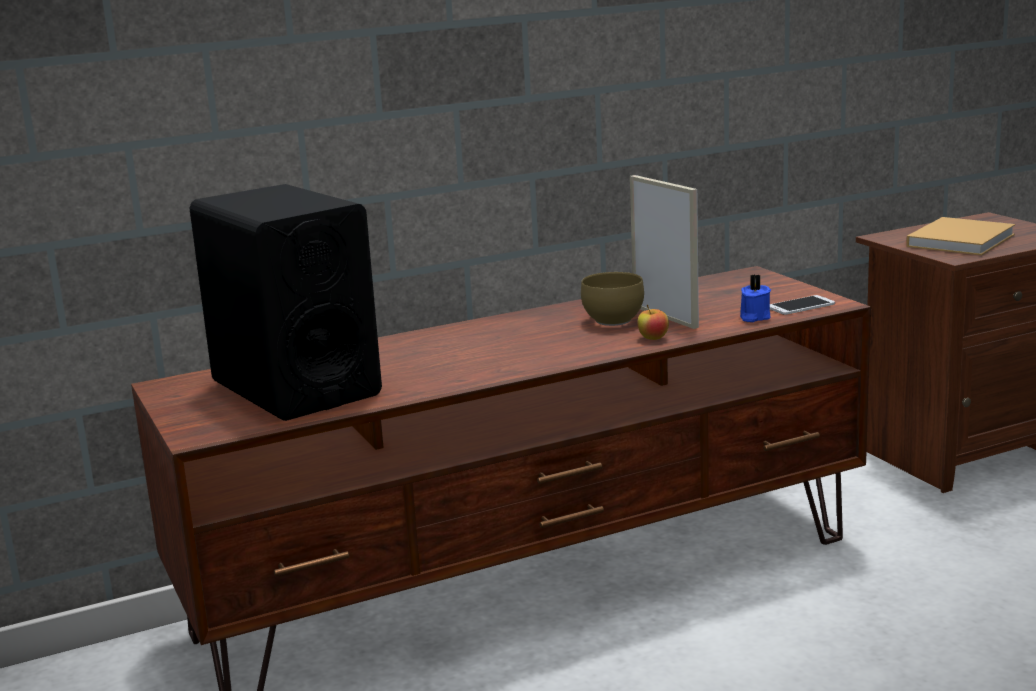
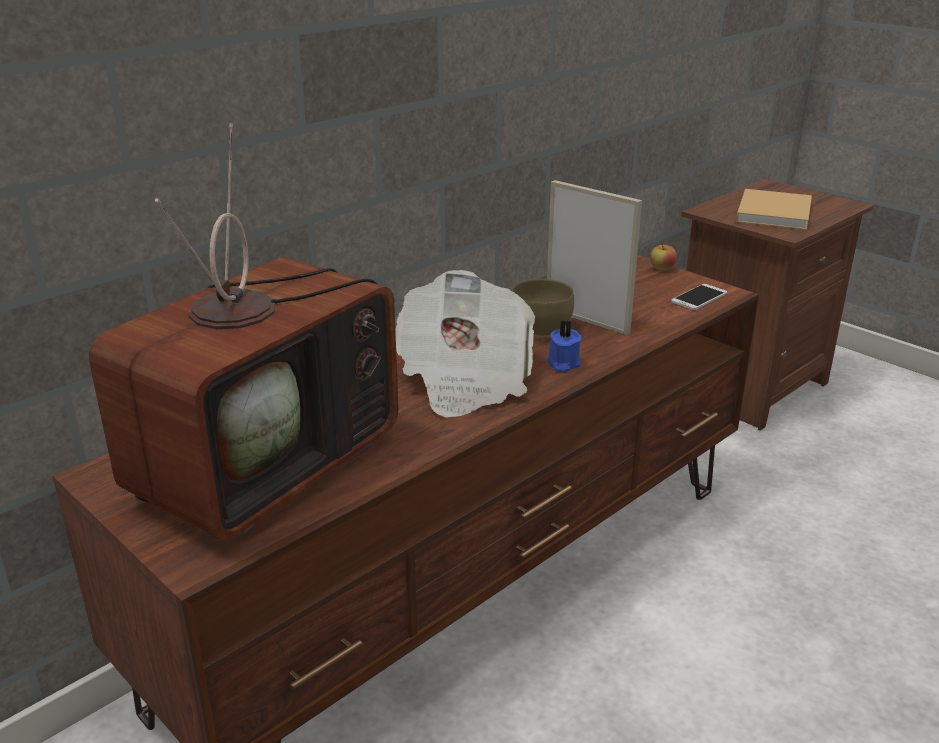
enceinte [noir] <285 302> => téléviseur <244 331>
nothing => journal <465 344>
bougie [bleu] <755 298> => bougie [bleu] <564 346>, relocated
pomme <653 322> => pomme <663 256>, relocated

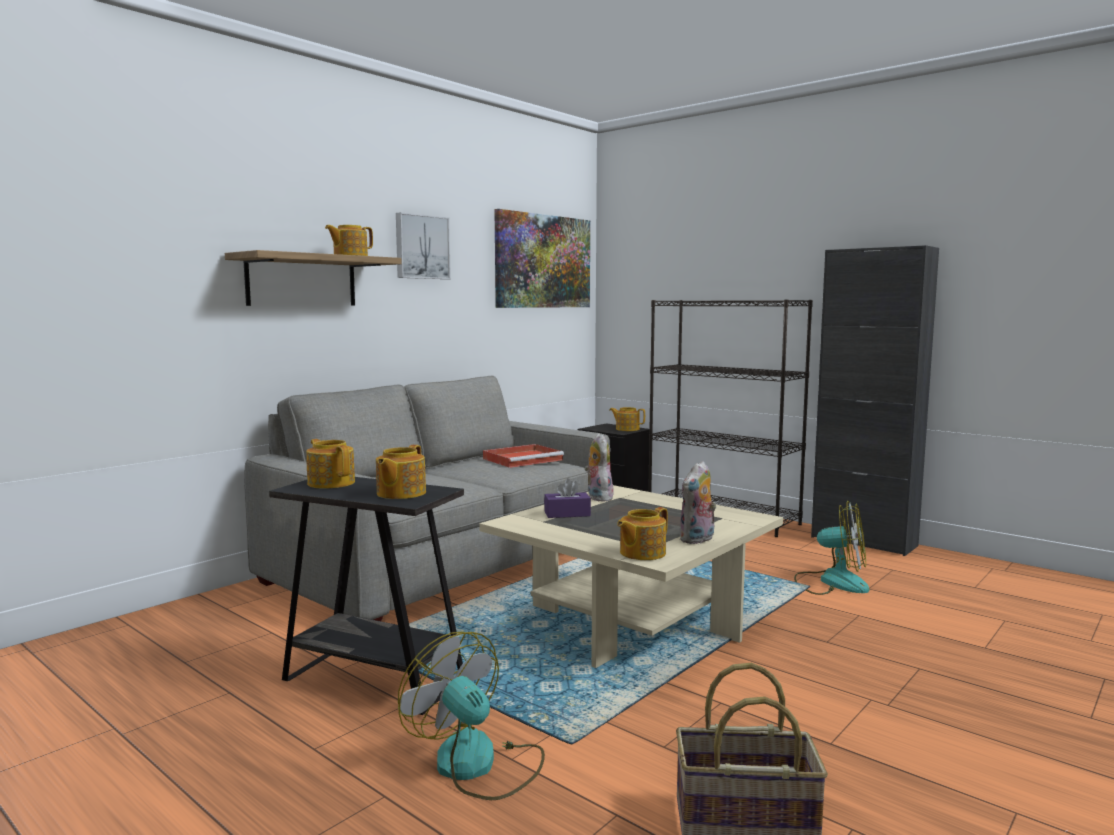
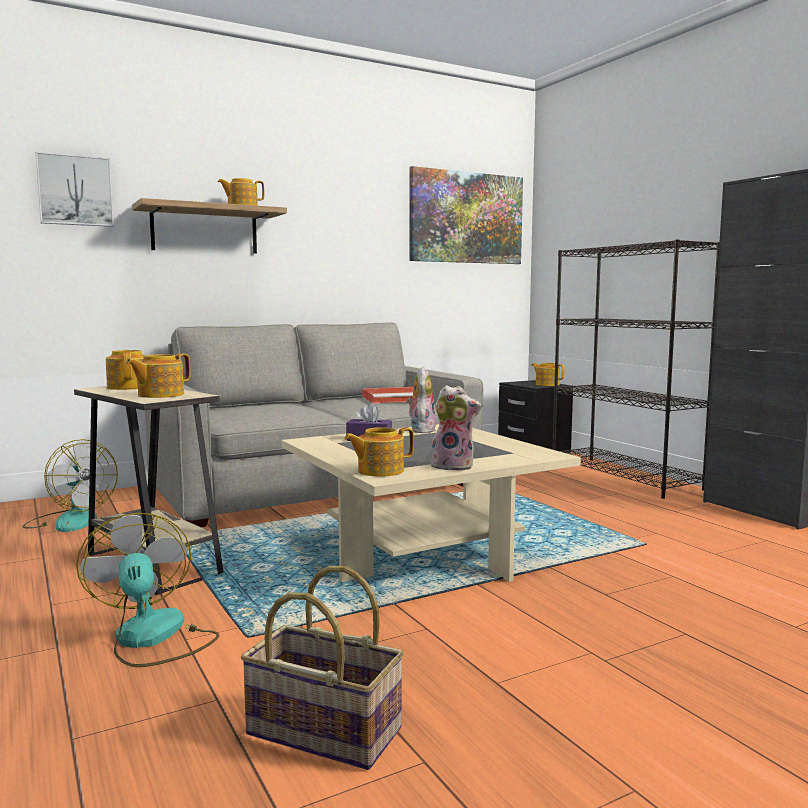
ventilateur <831 547> => ventilateur <70 485>, relocated
tableau <423 245> => tableau <75 189>, relocated
table d'appoint [noir] <366 596> => table d'appoint [beige] <149 490>
peluche <697 502> => peluche <455 428>, 135 degrees counterclockwise

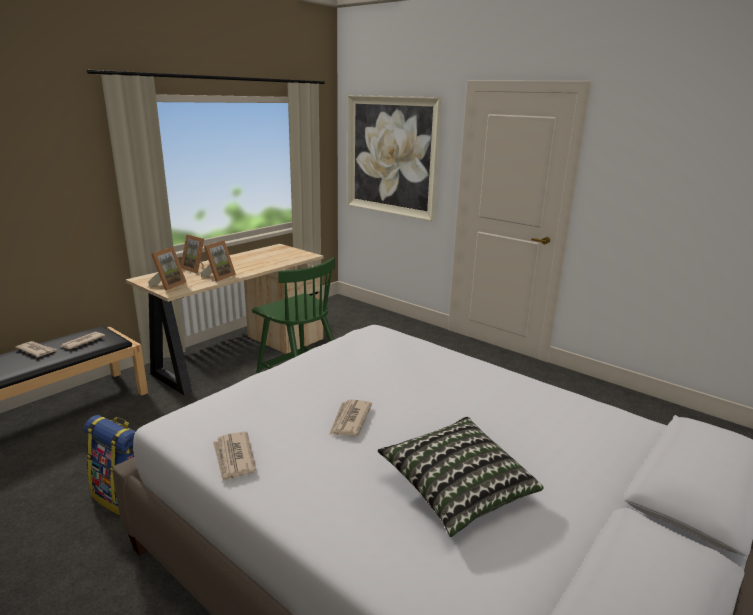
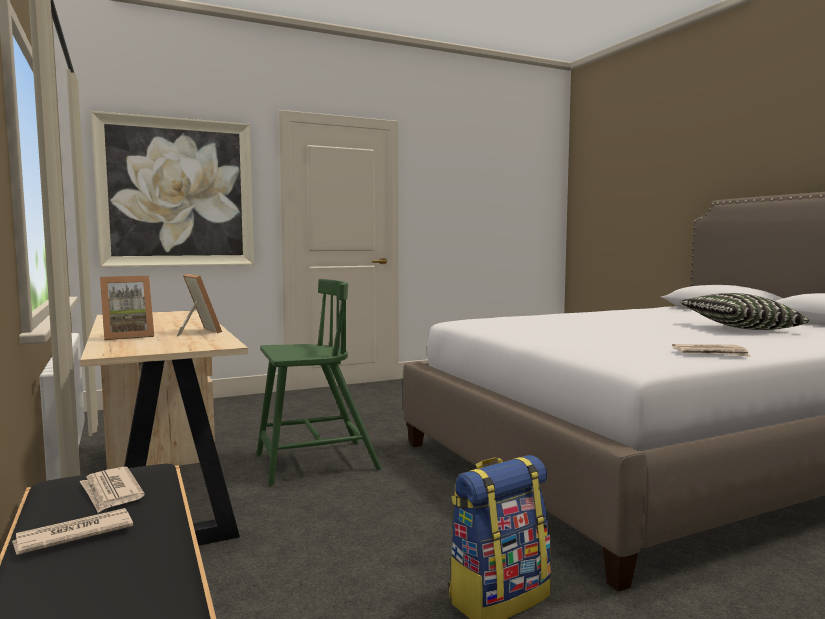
cadre photo <167 269> => nothing
journal <350 418> => nothing

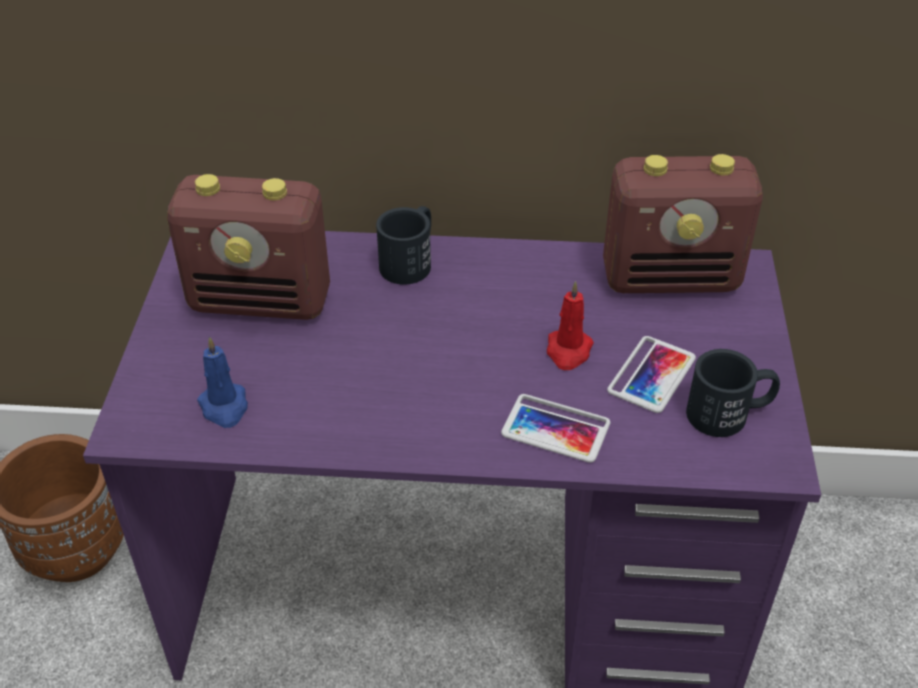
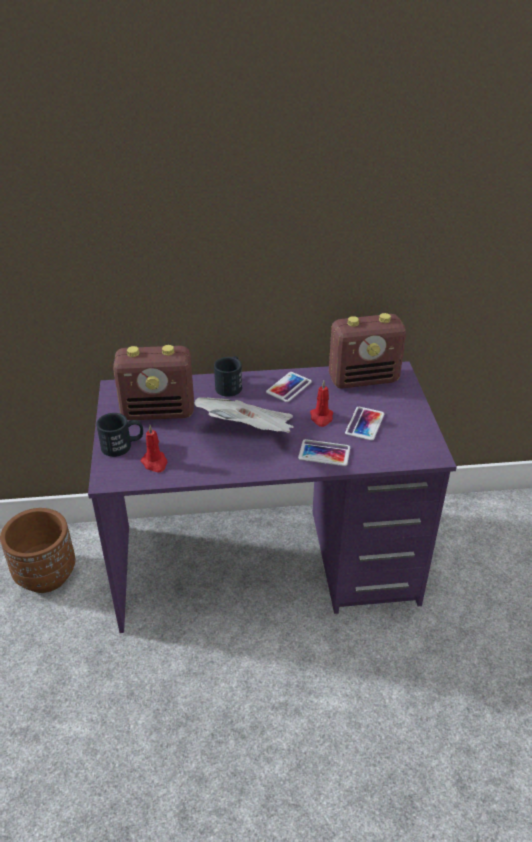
mug [noir] <733 393> => mug [noir] <119 435>, relocated
bougie [bleu] <222 382> => bougie [rouge] <153 449>
nothing => journal <244 415>
nothing => téléphone <289 387>

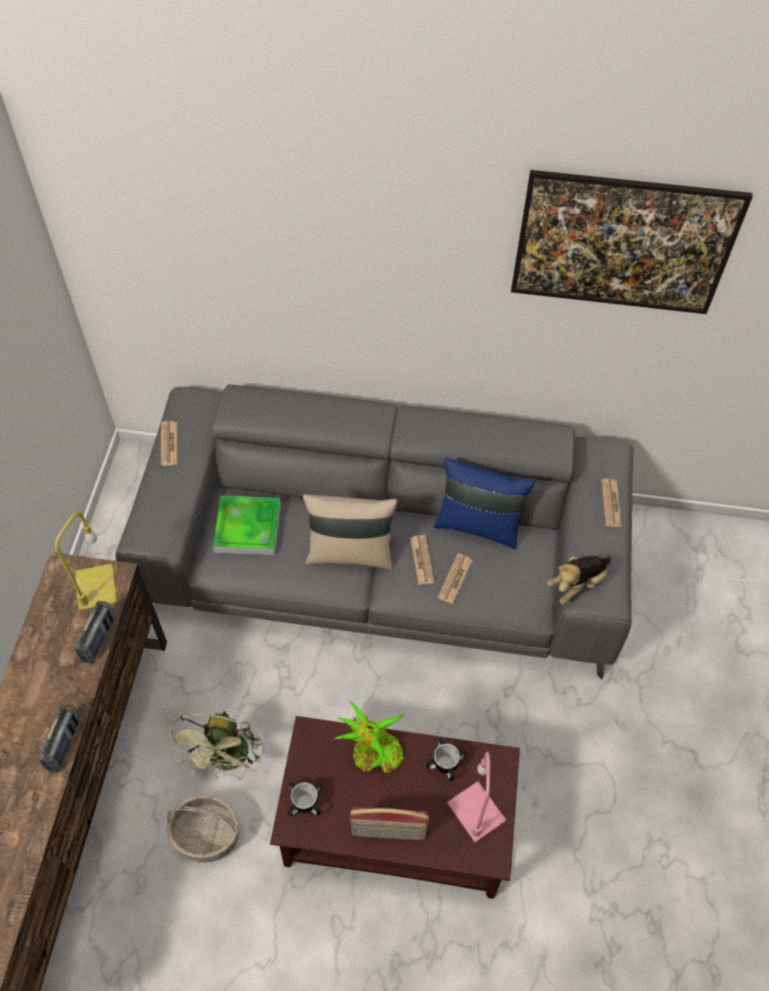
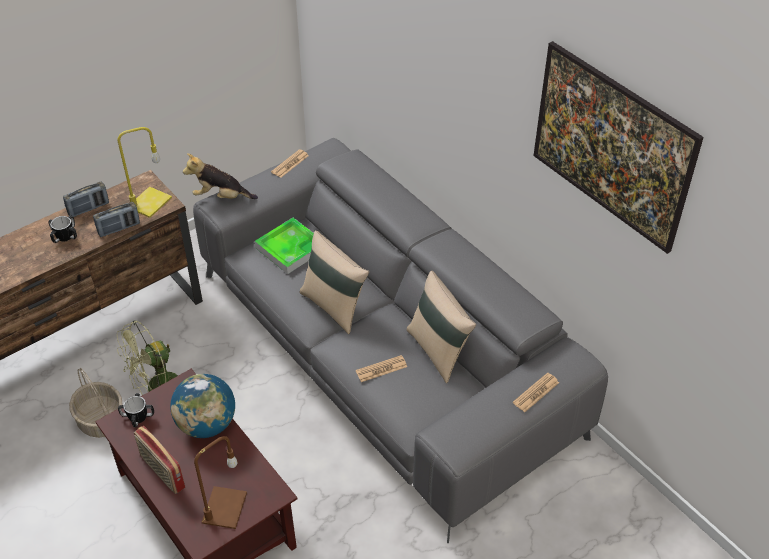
mug <446 759> => mug <62 229>, relocated
radio <59 738> => radio <86 199>, relocated
plante en pot <370 737> => globe <202 406>
peluche <579 580> => peluche <220 176>, relocated
lampe de table [rose] <476 797> => lampe de table [marron] <220 482>
coussin [bleu] <484 503> => coussin [beige] <441 327>
journal <422 560> => nothing

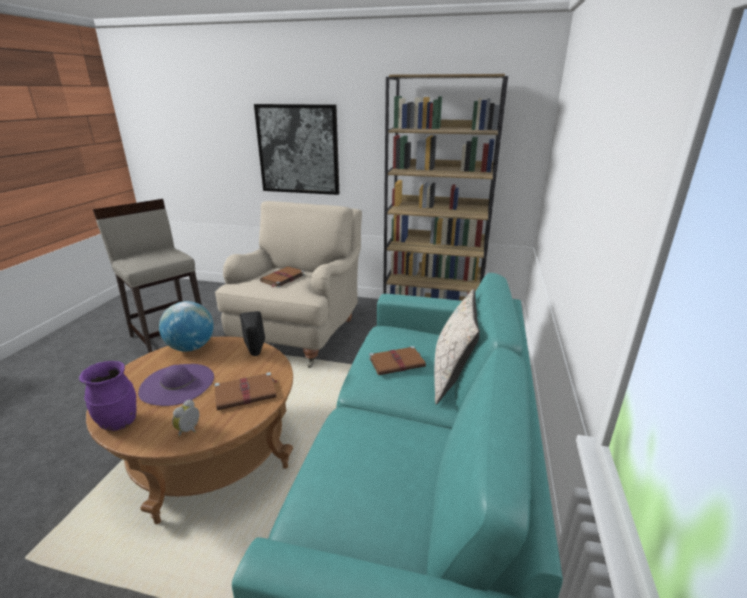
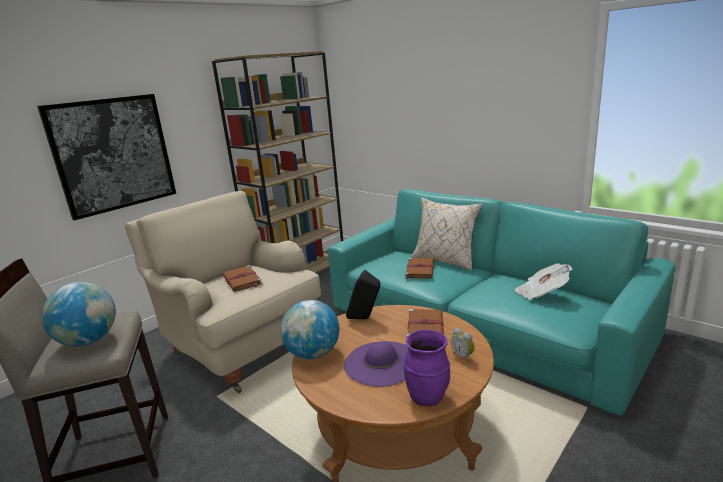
nothing => globe <78 314>
nothing => journal <543 281>

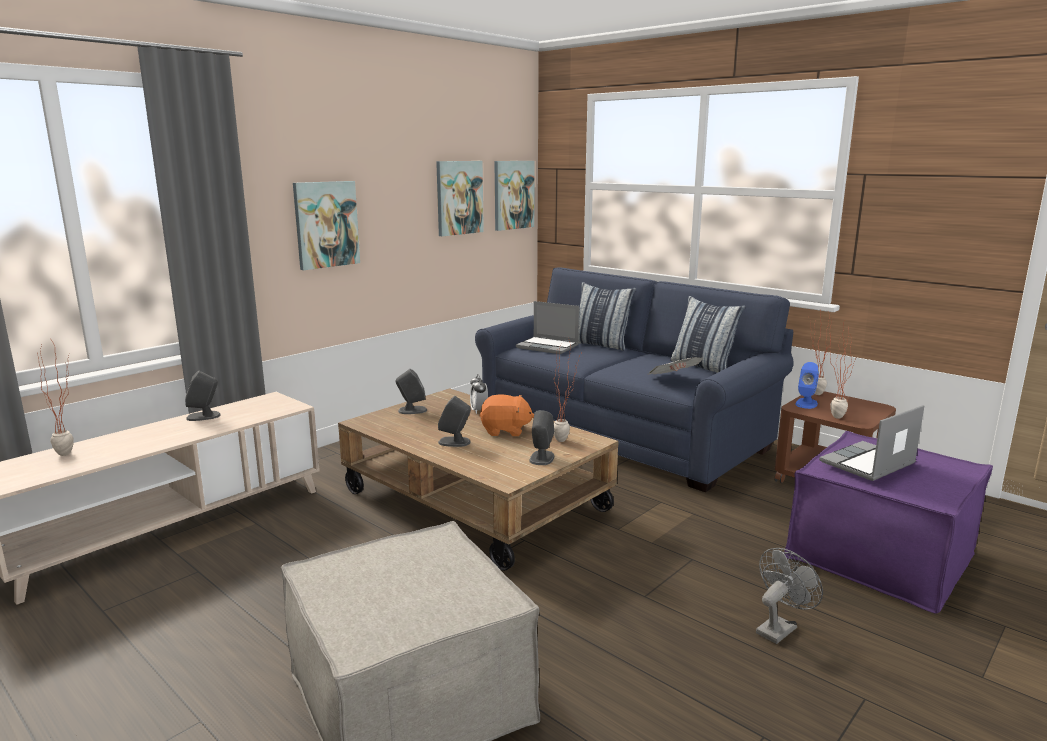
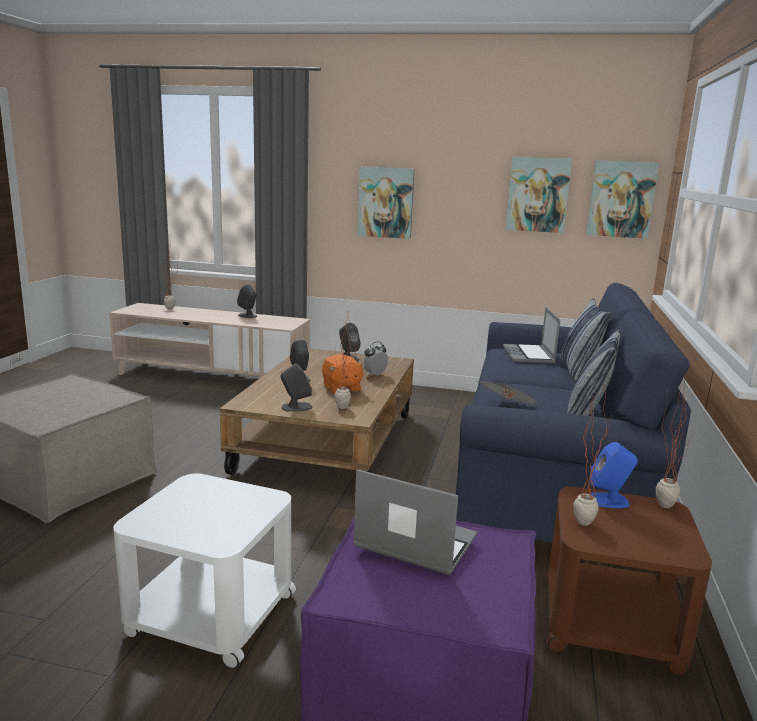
ventilateur [gris] <789 596> => table d'appoint [blanc] <204 570>

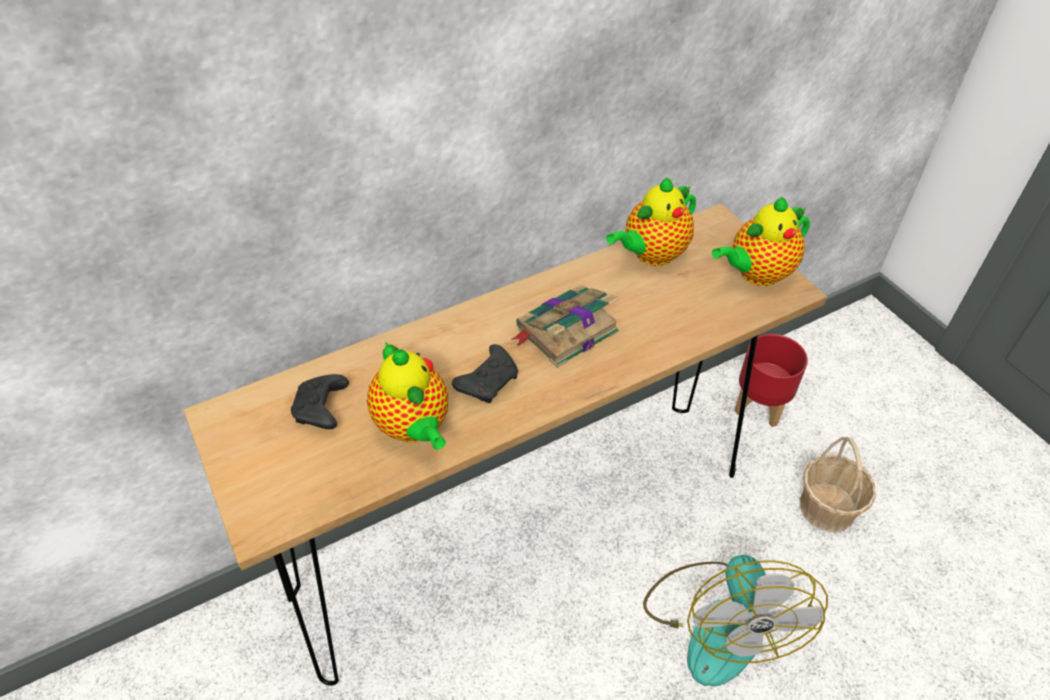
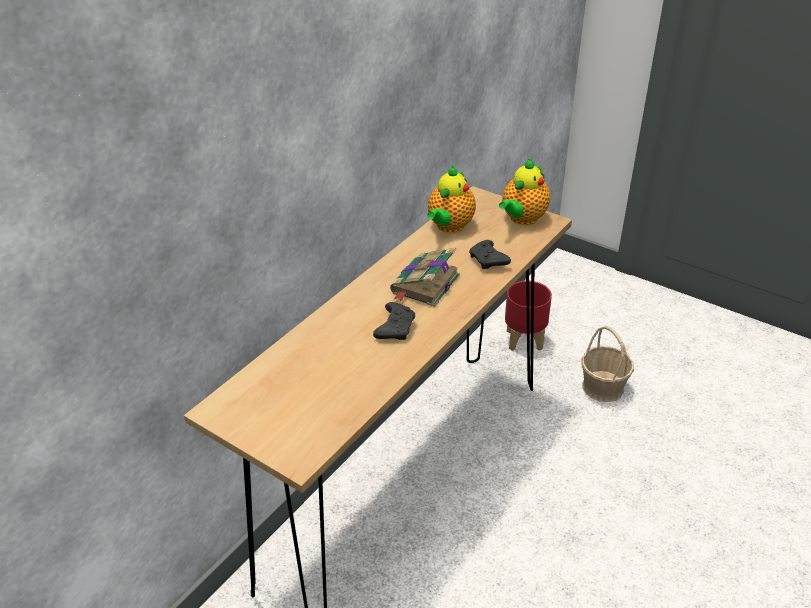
manette [noir] <320 401> => manette [noir] <490 254>, relocated
théière <407 396> => nothing
ventilateur <735 621> => nothing

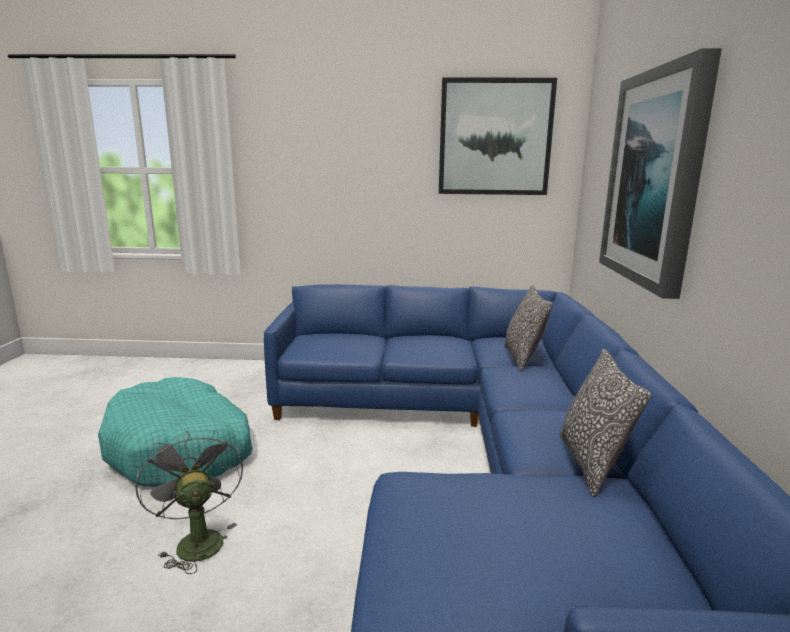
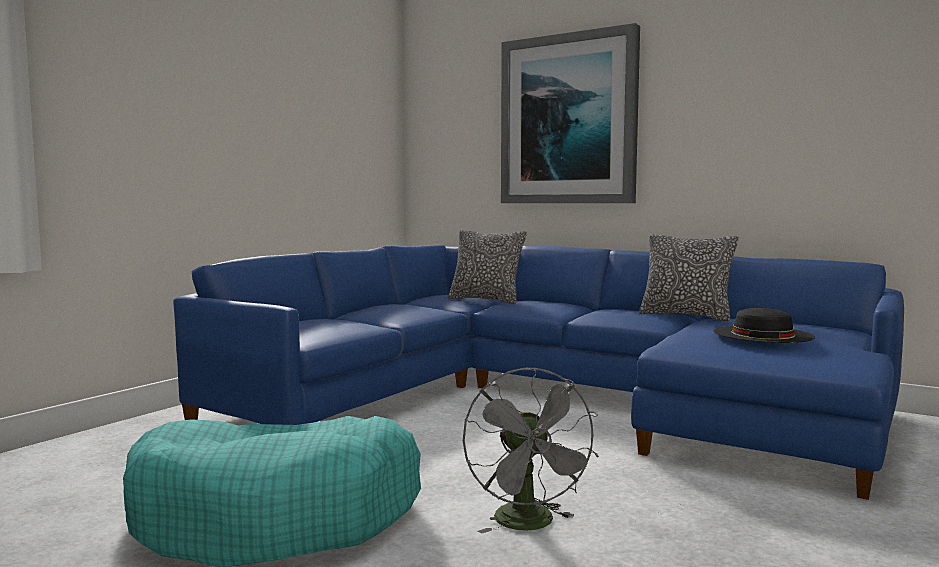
ventilateur [gris] <189 501> => ventilateur [gris] <531 450>, 105 degrees counterclockwise
nothing => chapeau [noir] <764 325>
tableau <498 136> => nothing

